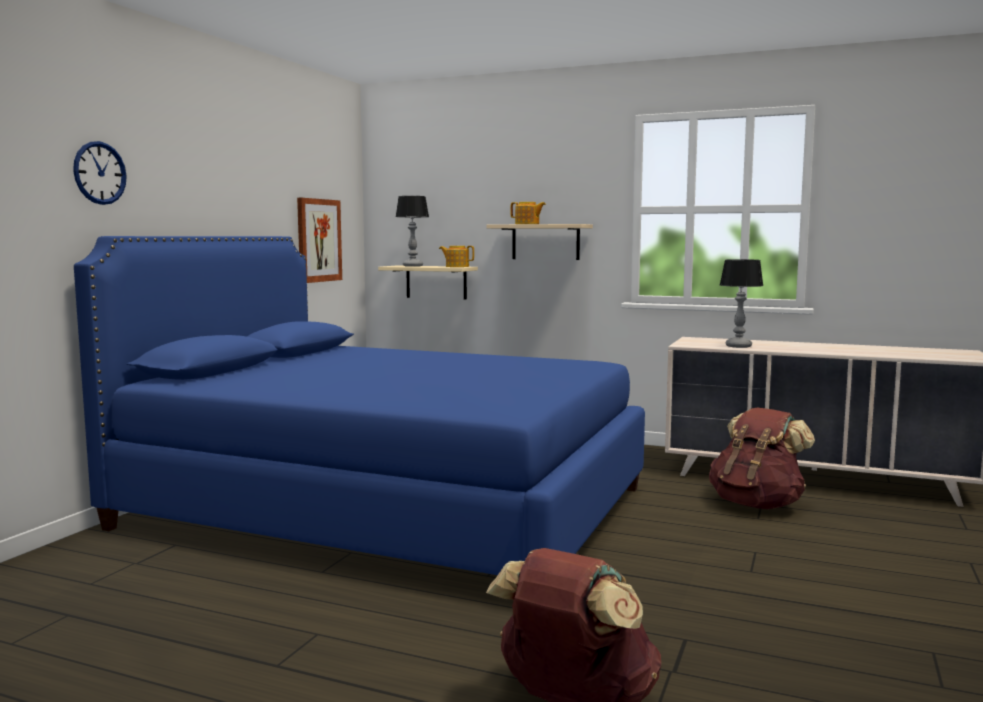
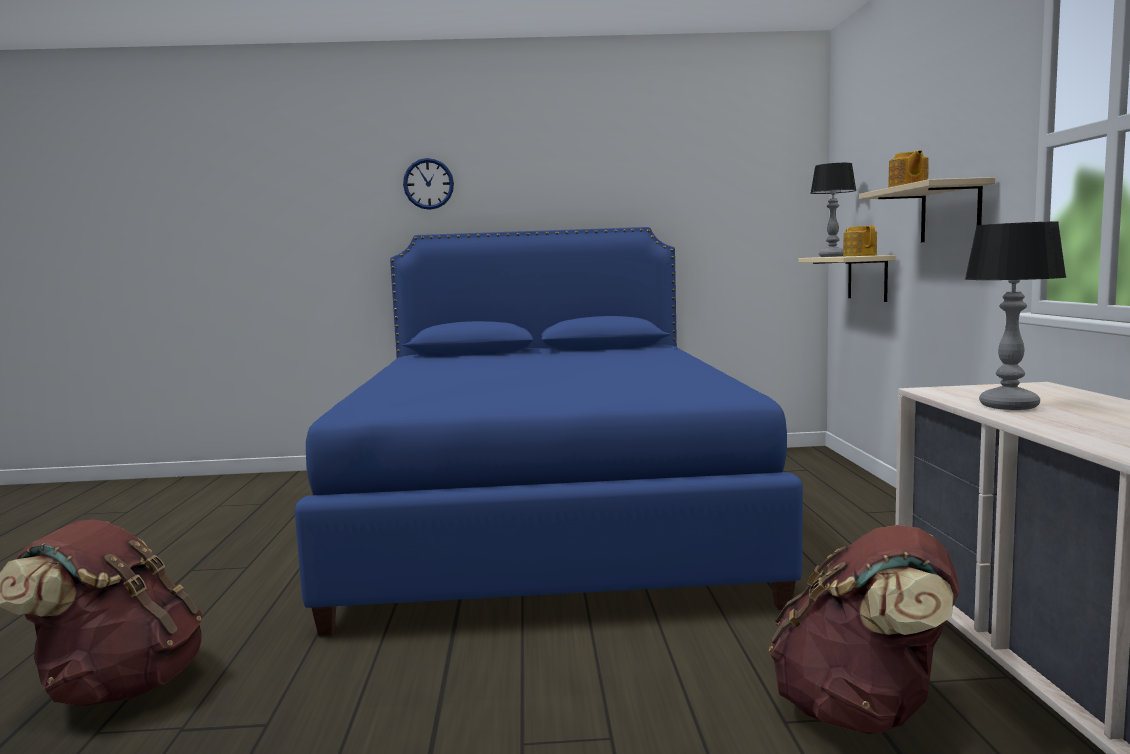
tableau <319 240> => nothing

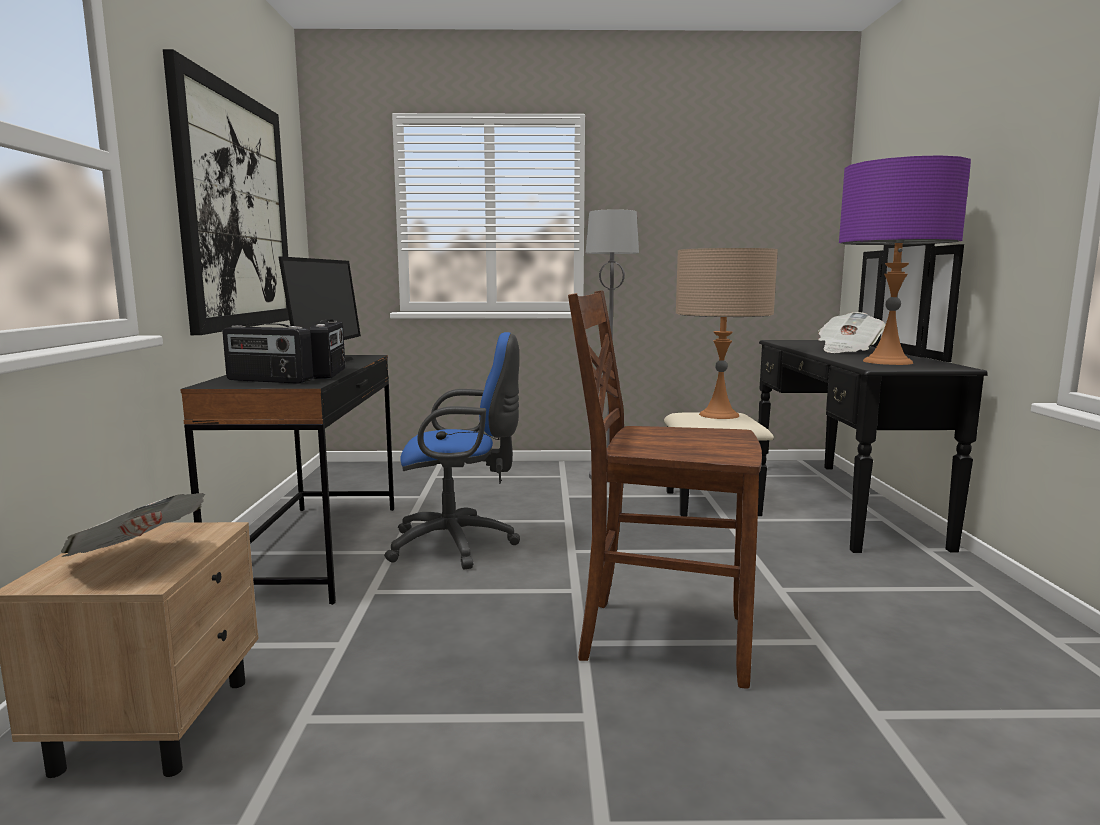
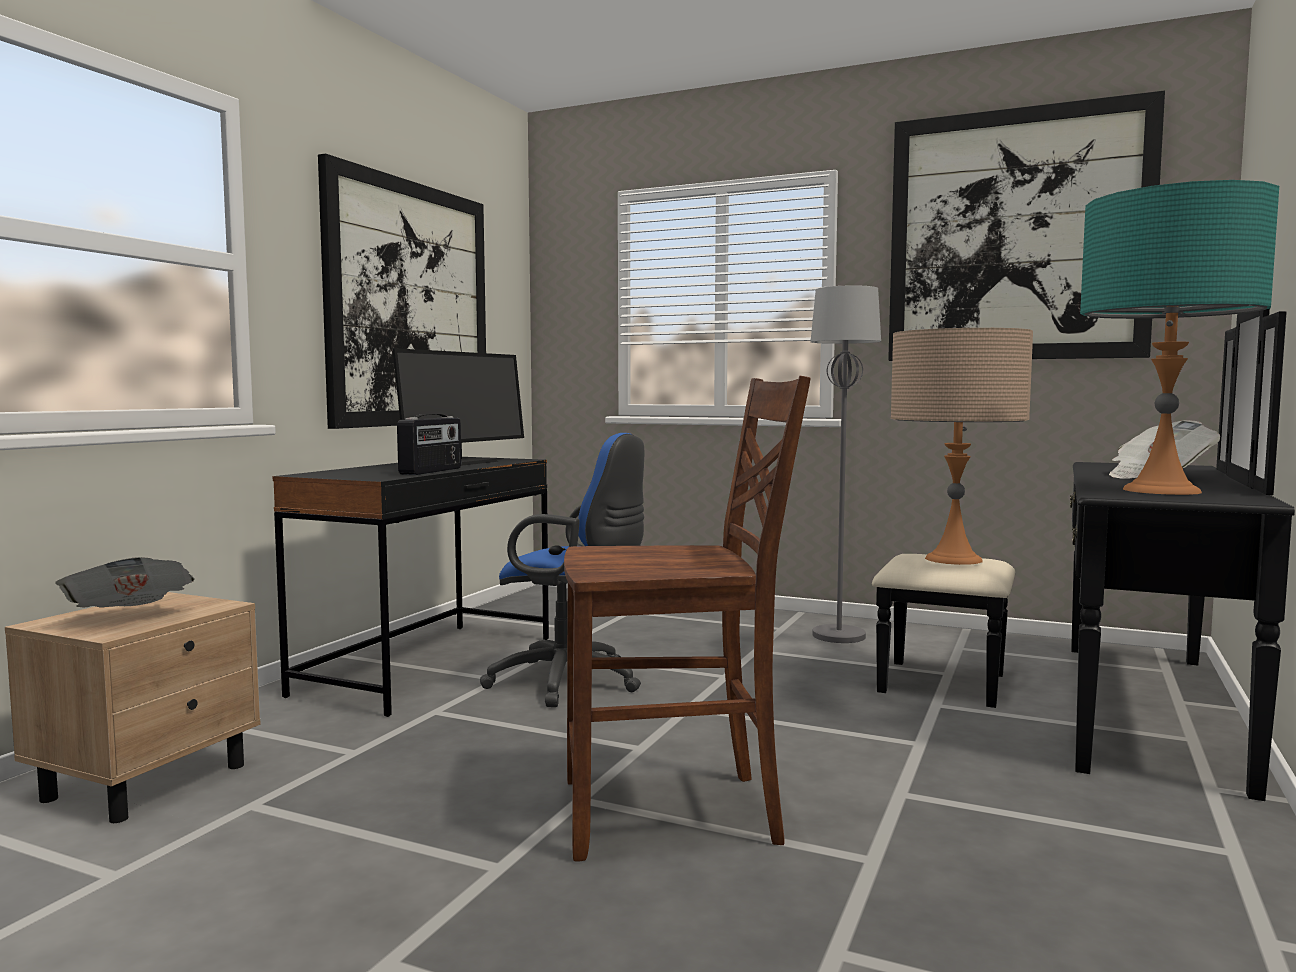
chaise [marron] <665 489> => chaise [marron] <687 618>, 135 degrees clockwise
nothing => tableau <1026 225>
lampe de table [violet] <905 260> => lampe de table [turquoise] <1179 337>
radio <268 353> => nothing

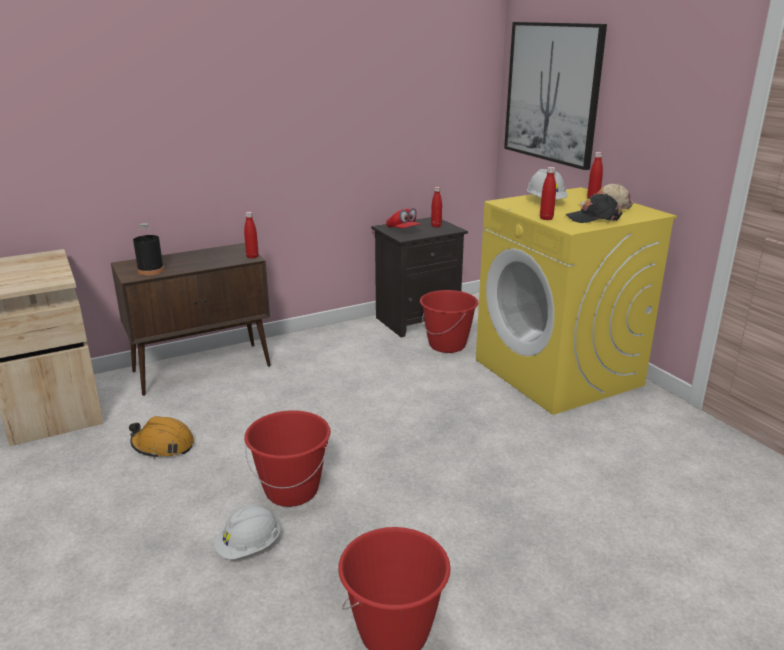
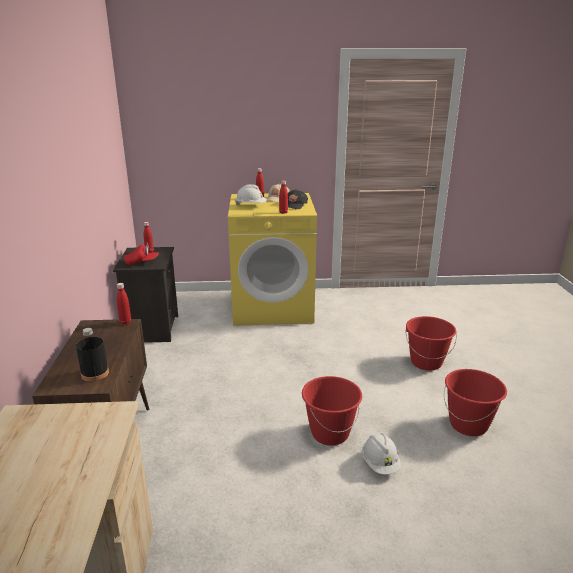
seau [rouge] <449 321> => seau [rouge] <431 343>, relocated
casque de chantier [orange] <161 437> => nothing
tableau <555 96> => nothing

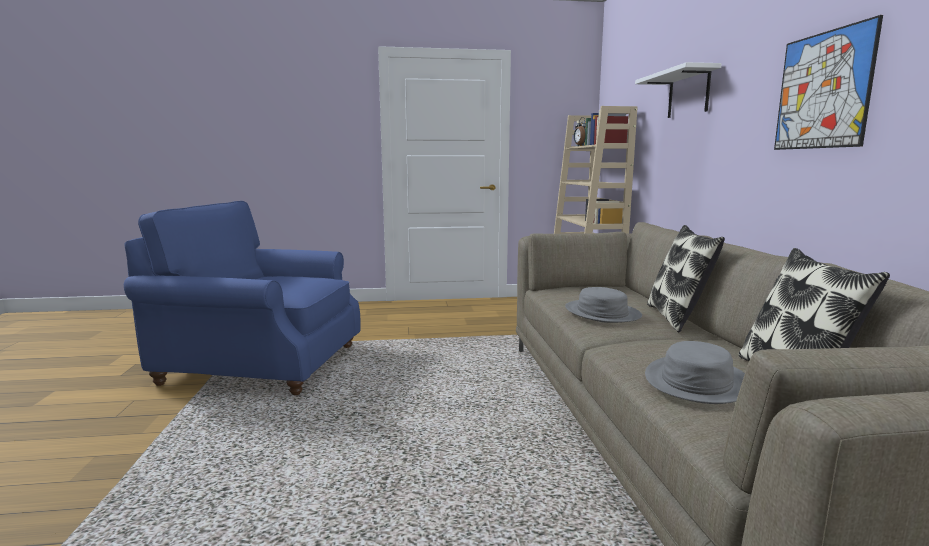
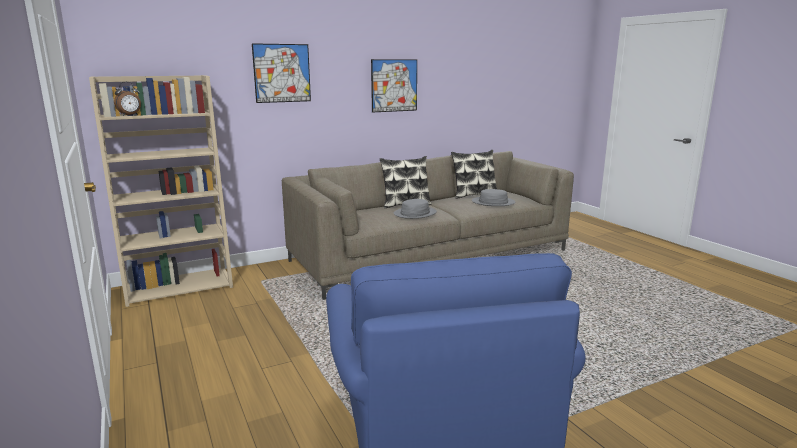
étagère [blanc] <678 90> => tableau <281 73>

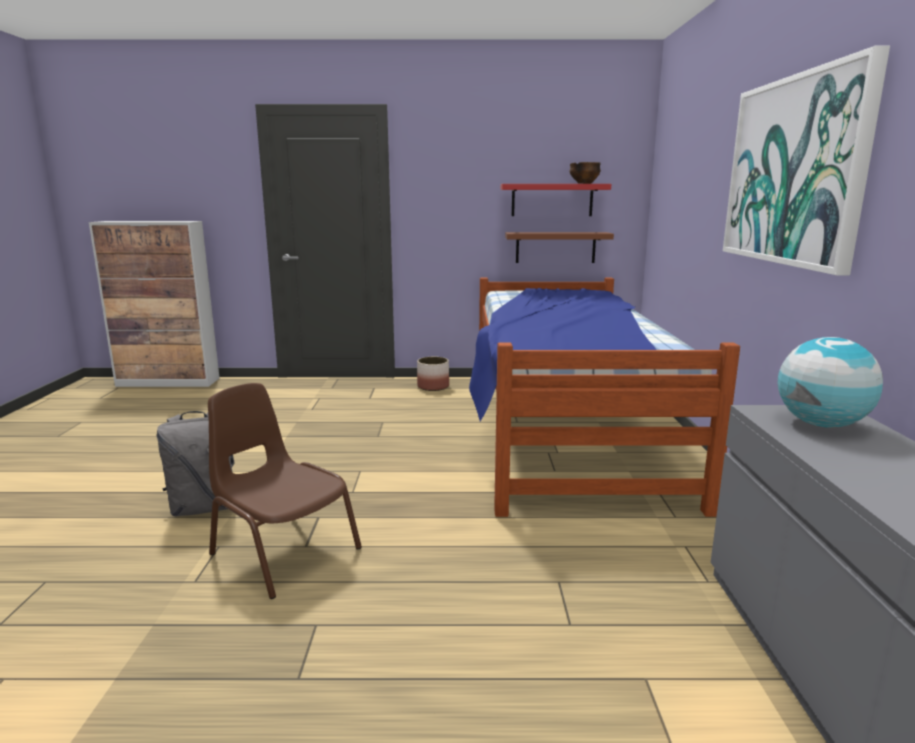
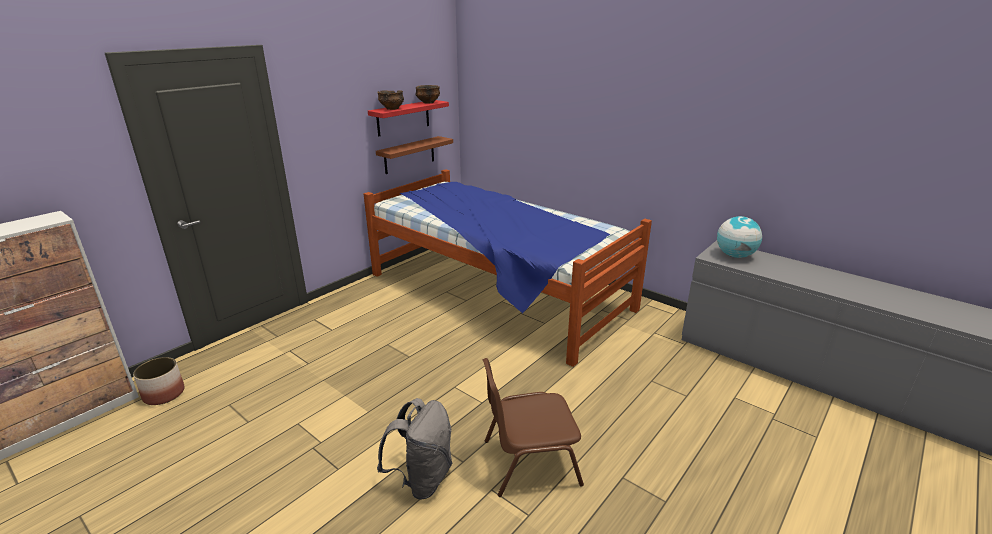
cache-pot <433 374> => cache-pot <159 381>, relocated
nothing => bol <390 100>
tableau <806 160> => nothing

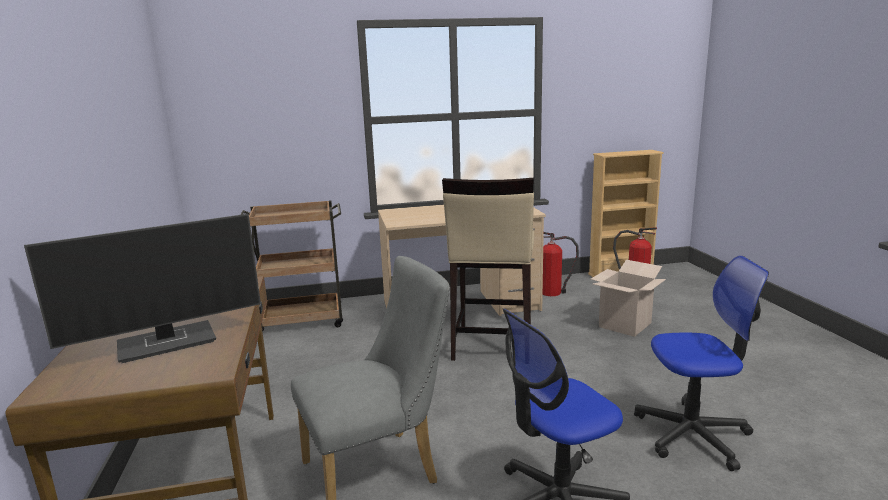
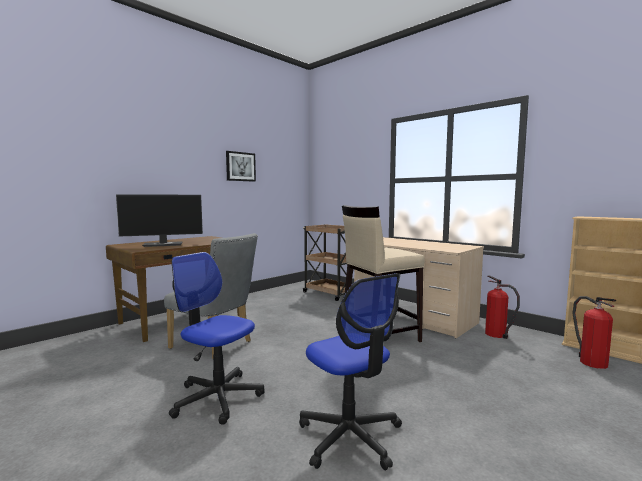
écran d'ordinateur <142 288> => écran d'ordinateur <159 221>, 45 degrees counterclockwise
nothing => tableau <241 166>
carton <628 298> => nothing

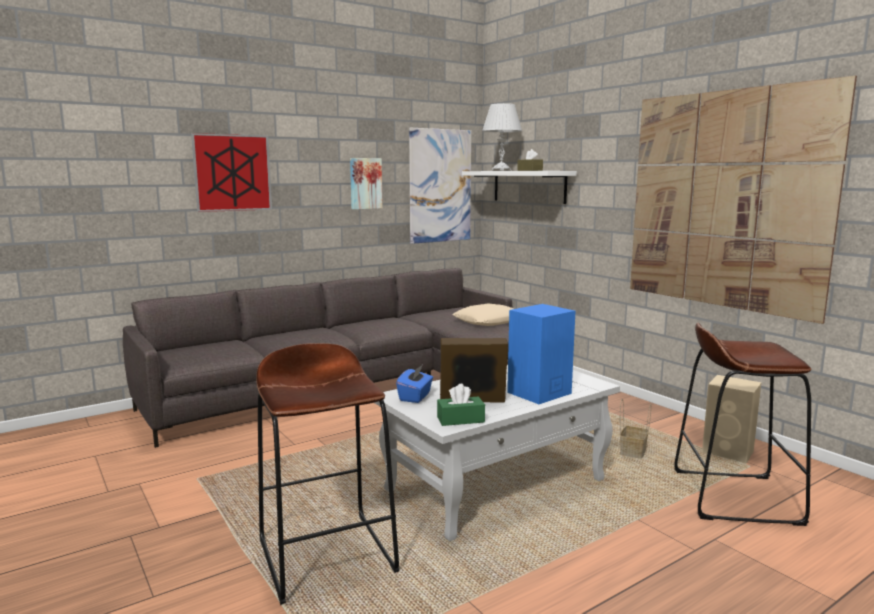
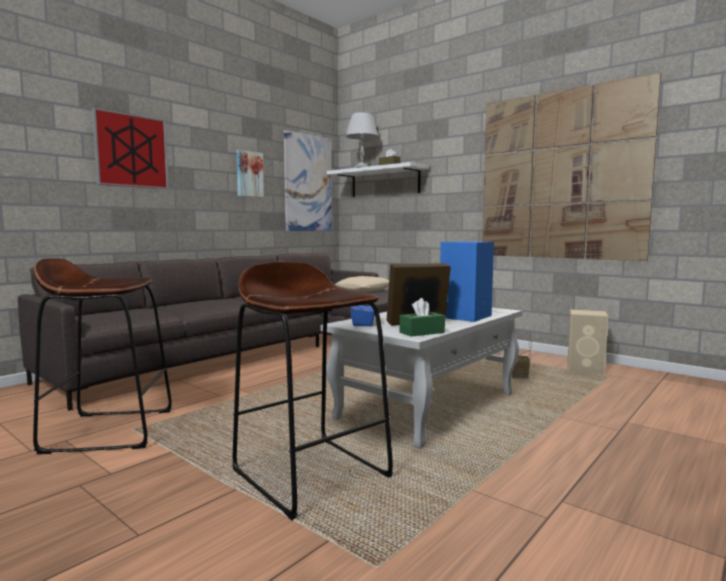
tabouret [marron] <743 424> => tabouret [marron] <102 356>, relocated

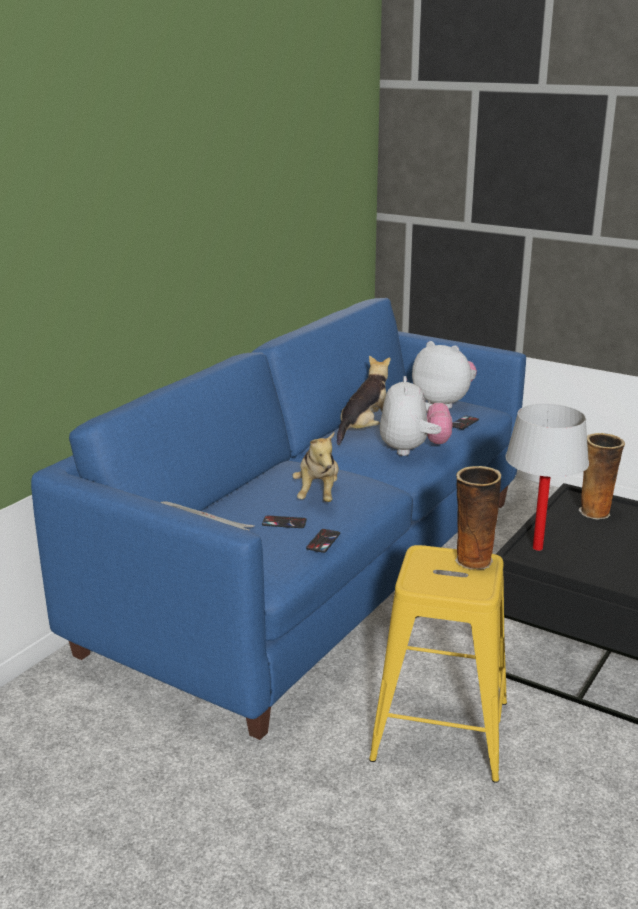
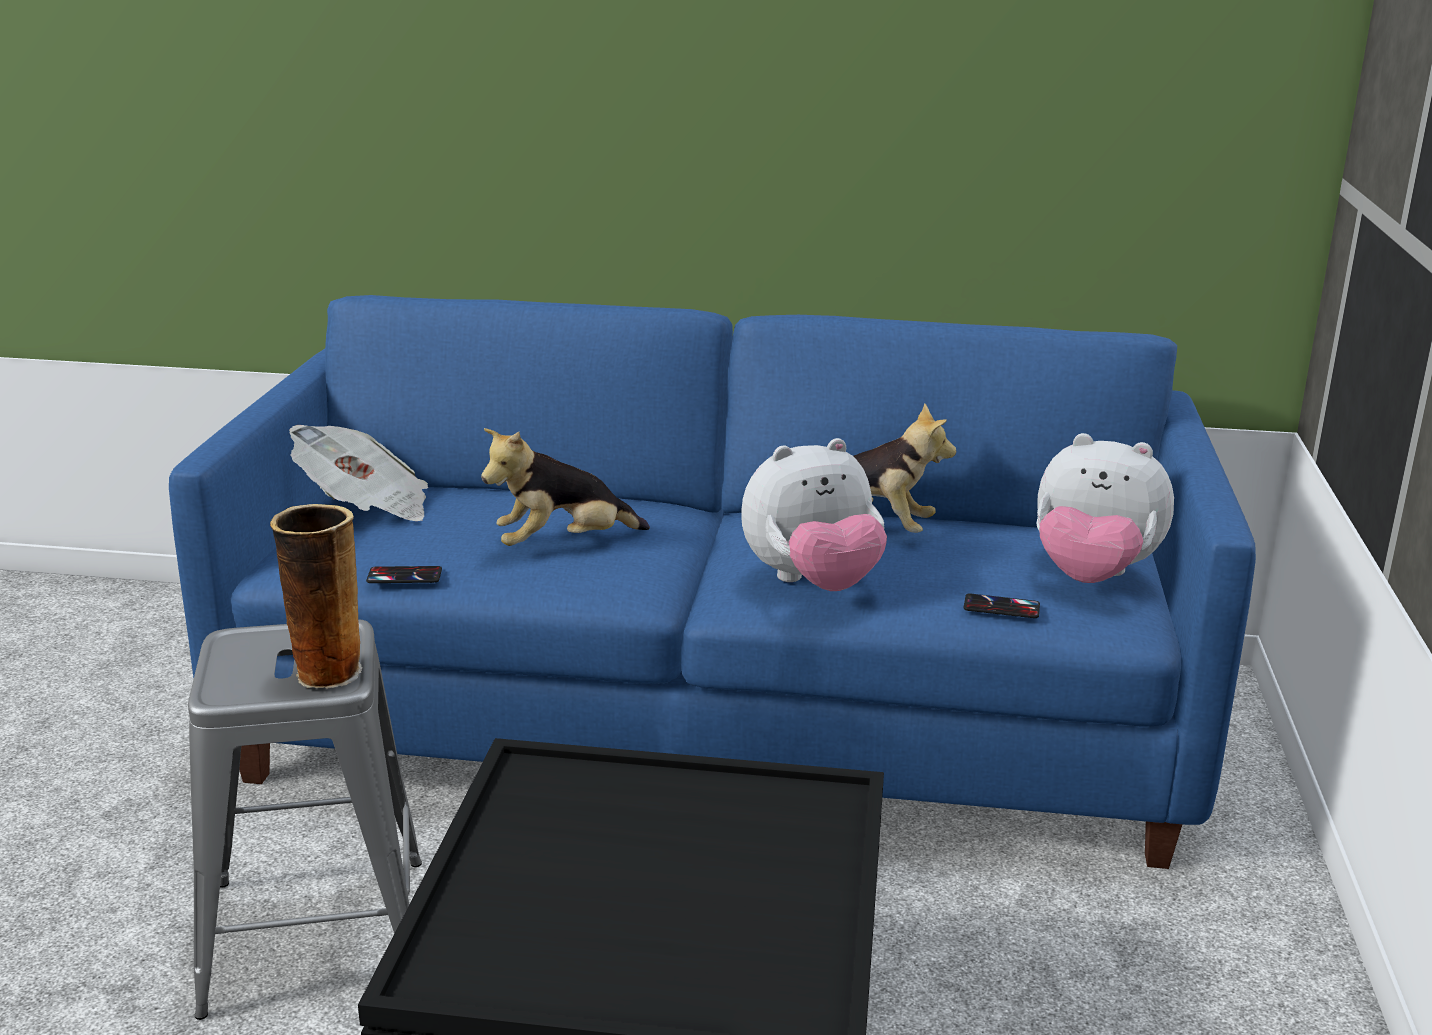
tabouret [jaune] <438 664> => tabouret [gris] <305 819>
peluche <444 375> => peluche <1105 508>, 105 degrees clockwise
téléphone <284 521> => nothing
lampe de table [blanc] <547 477> => nothing
vase <602 476> => nothing

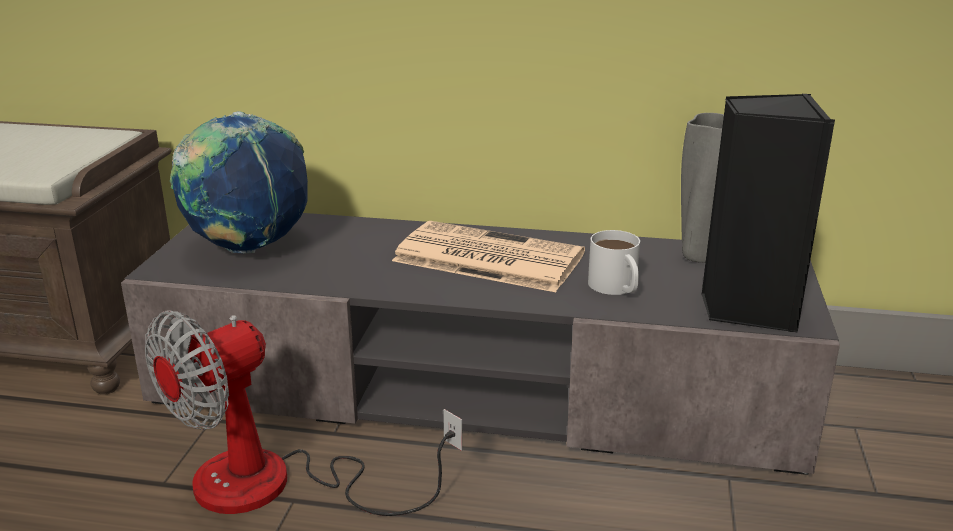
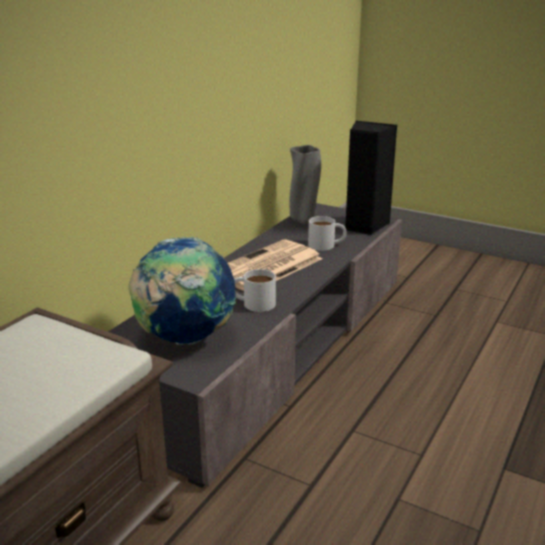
nothing => mug [blanc] <255 290>
ventilateur <303 413> => nothing

